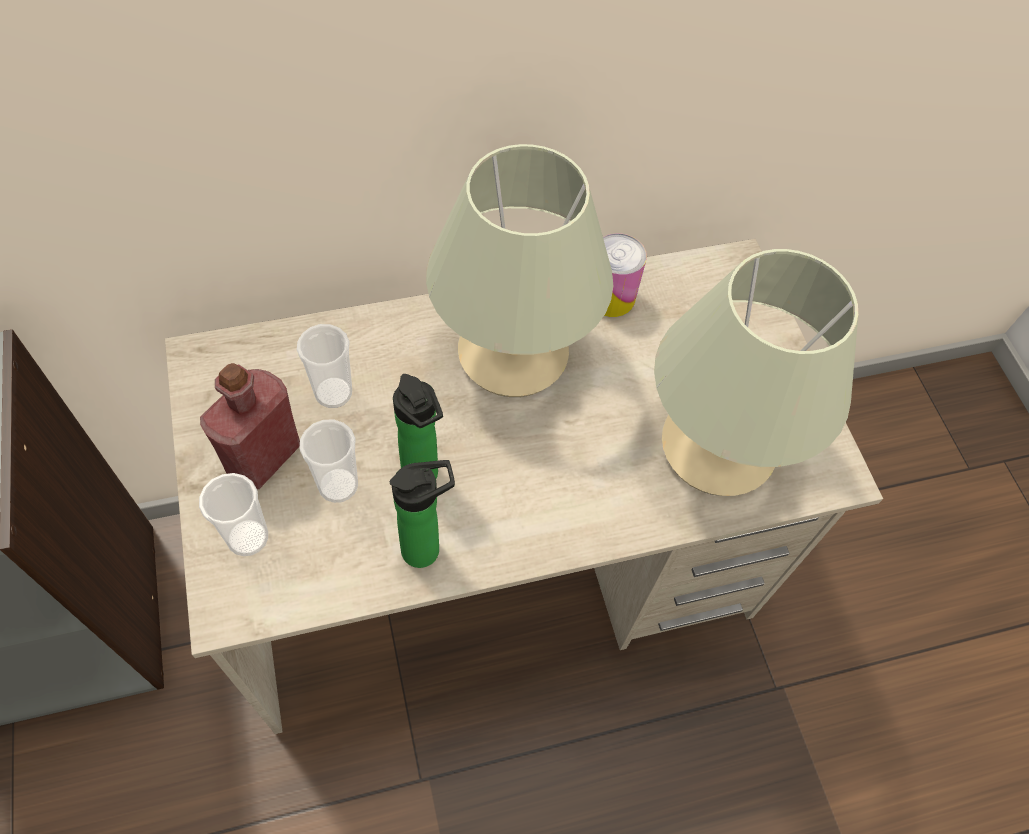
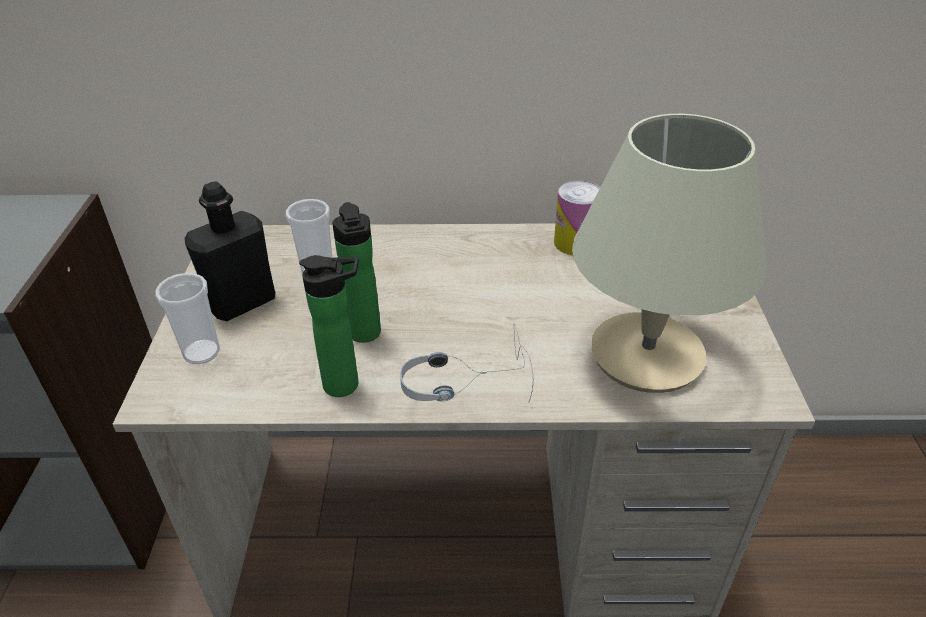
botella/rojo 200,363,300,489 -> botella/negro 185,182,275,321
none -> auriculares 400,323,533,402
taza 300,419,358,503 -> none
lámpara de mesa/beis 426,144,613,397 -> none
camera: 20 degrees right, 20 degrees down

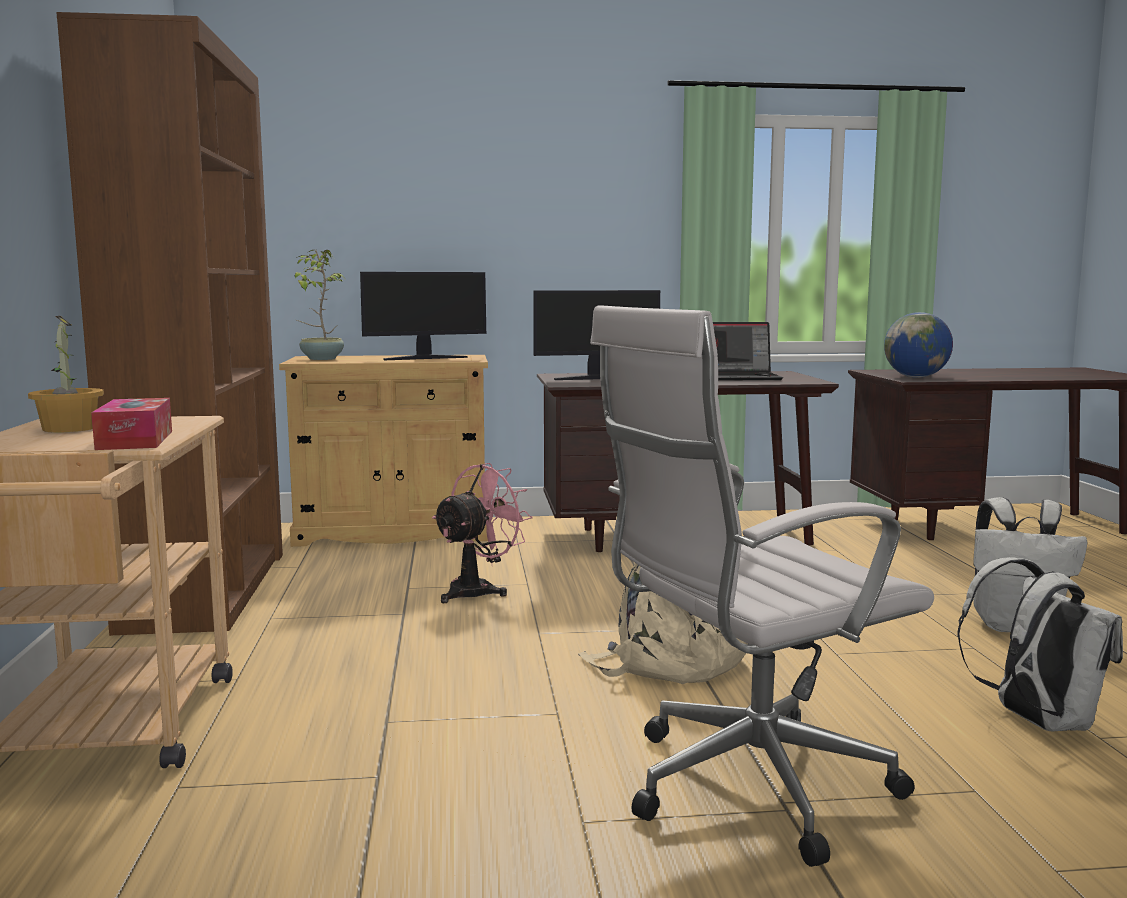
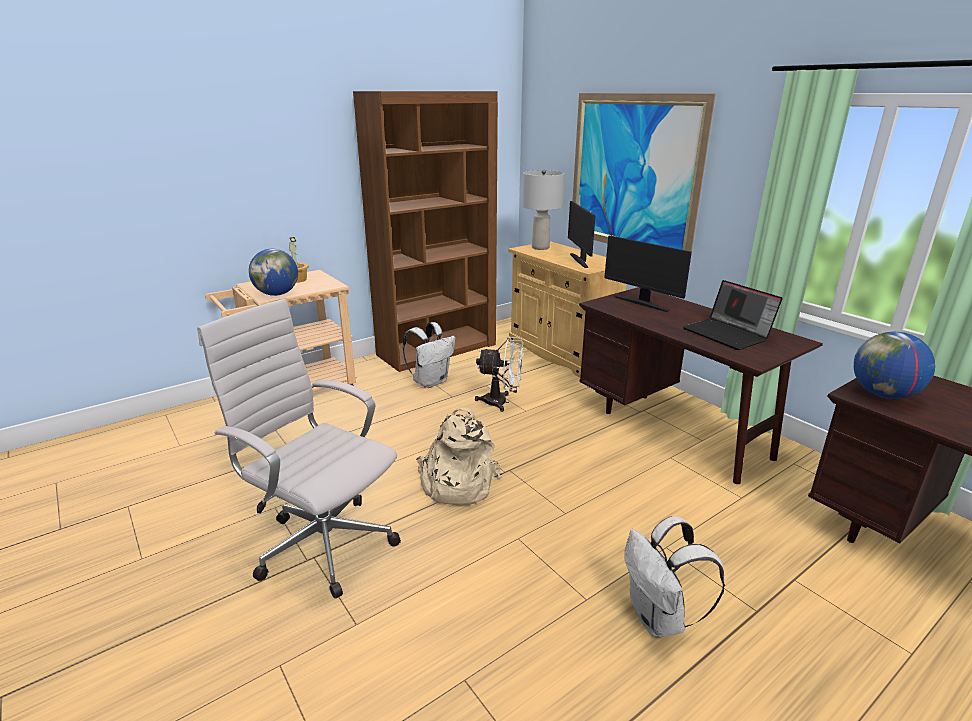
caja de pañuelos 91,398,172,450 -> globo terráqueo 249,249,298,296
mochila/blanco 957,557,1123,731 -> mochila/blanco 403,322,455,388, move
ventilador/rosa 432,463,533,603 -> ventilador/blanco 475,337,523,412
planta en maceta 295,250,344,360 -> lámpara de mesa/gris 522,169,564,250
monitor 360,272,486,360 -> monitor 568,201,596,268, 45 degrees clockwise
none -> cuadro 572,93,716,252
camera: 60 degrees right, 15 degrees up

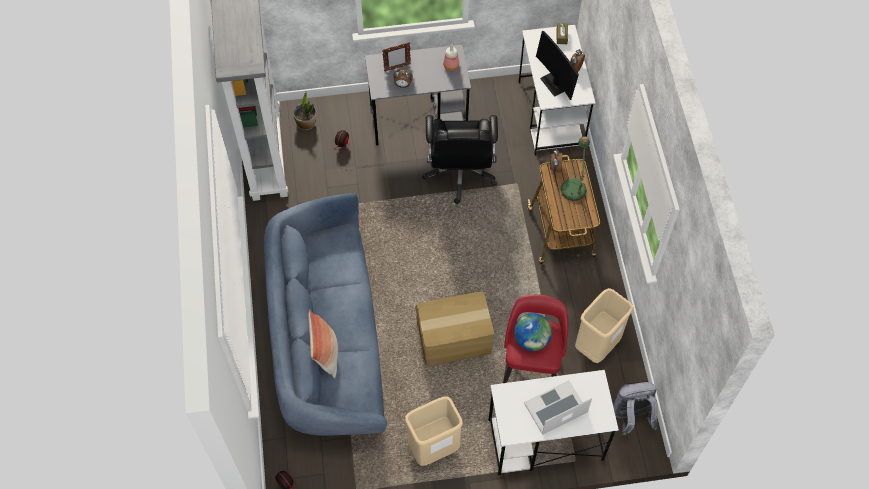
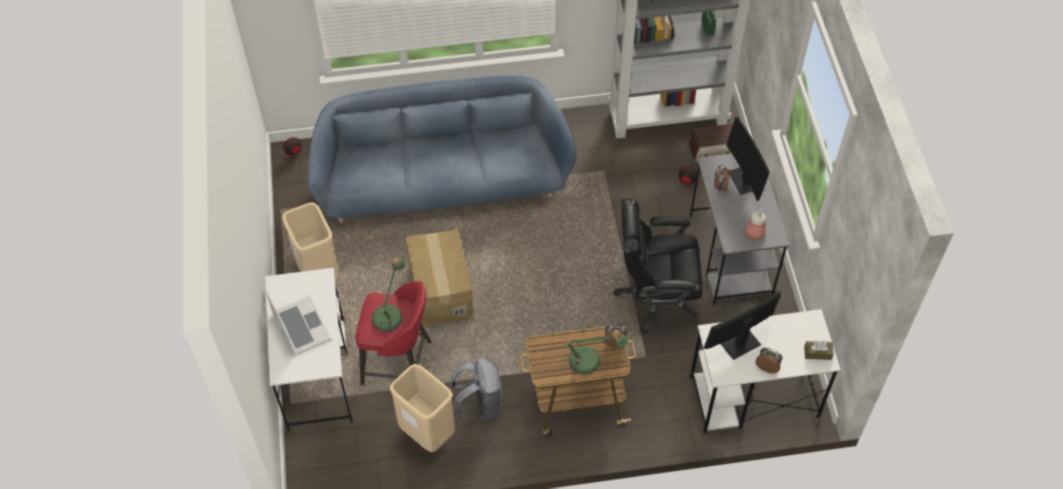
globo terráqueo 514,313,552,351 -> lámpara de mesa 372,257,405,332
mochila/gris 613,382,658,435 -> mochila/gris 451,358,502,420, move
planta en maceta 293,91,316,130 -> radio 689,124,733,162
portarretratos 382,42,411,72 -> monitor 726,117,770,201
cojín 308,309,338,378 -> none
camera: 90 degrees right, 5 degrees down

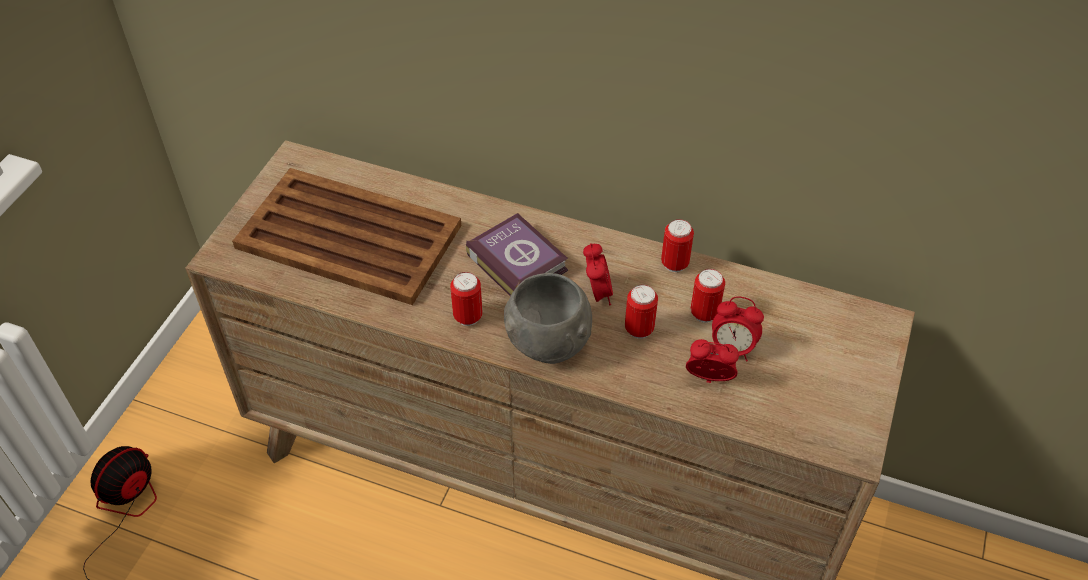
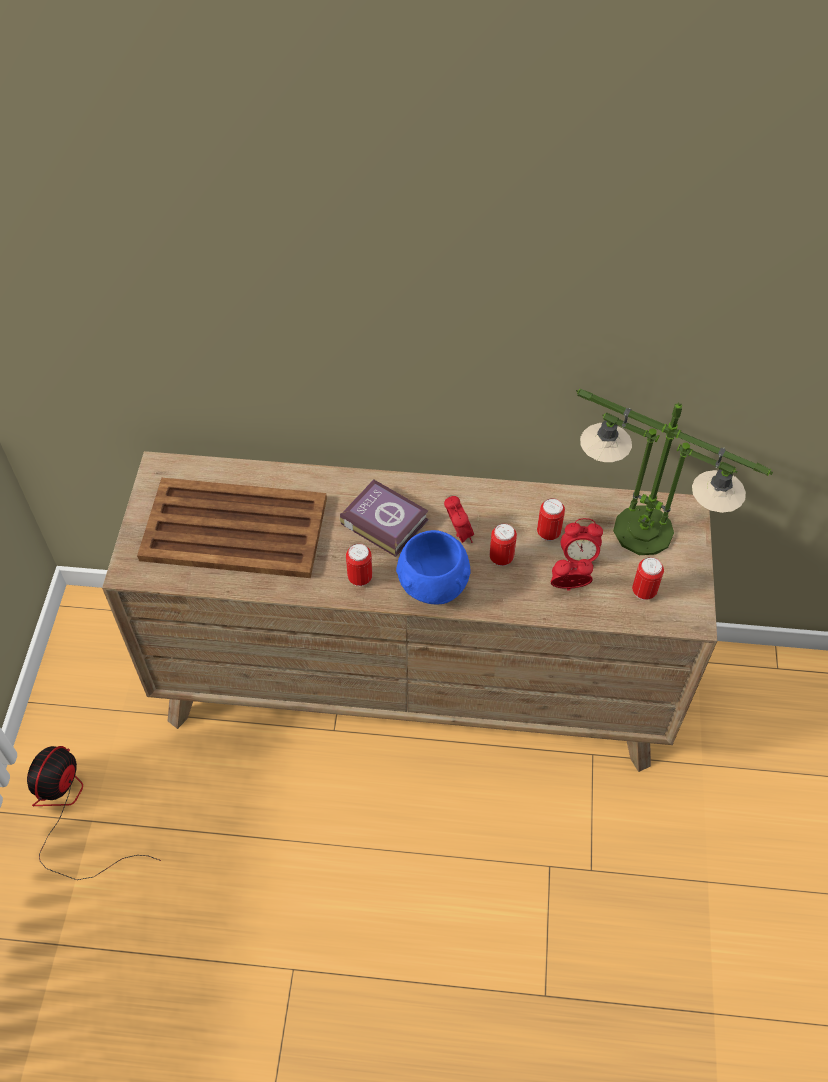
cuenco/gris 504,273,592,364 -> cuenco/azul 396,530,471,604
none -> lámpara de mesa 576,388,773,555
lata 661,219,694,272 -> lata 632,557,664,600, move
camera: 15 degrees left, 5 degrees up

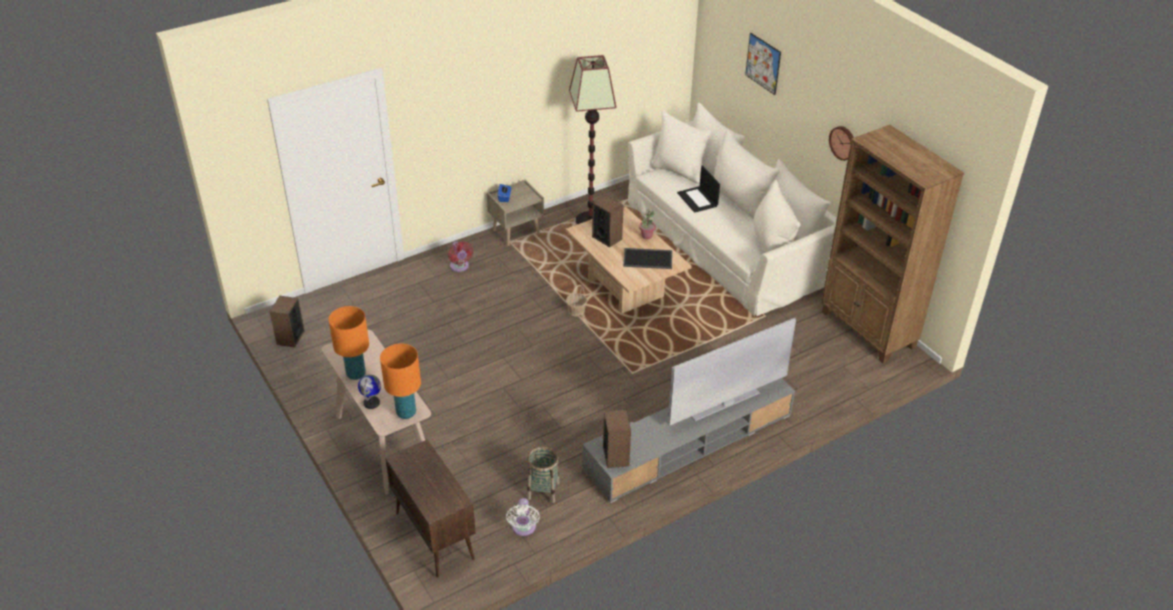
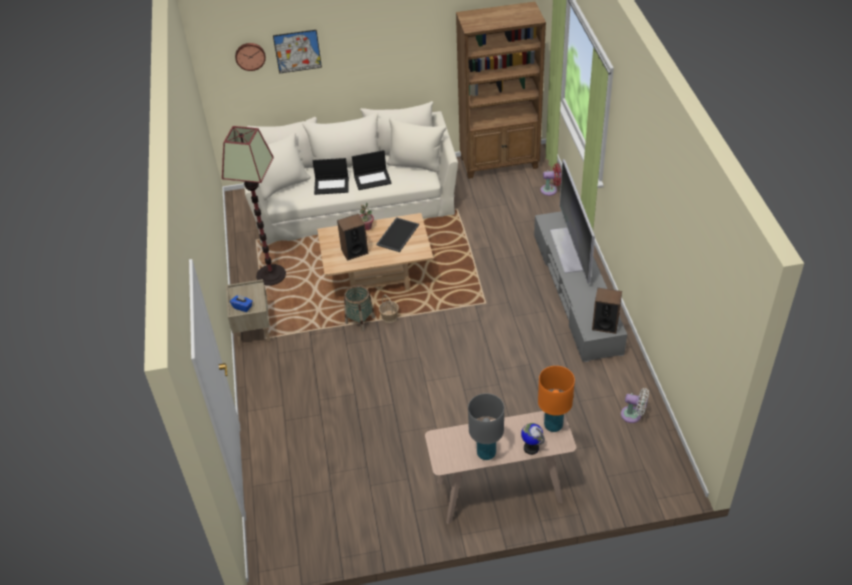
reloj de pared 829,126,854,161 -> reloj de pared 235,43,266,71, move
cesta 527,446,560,503 -> cesta 344,285,375,331, move
none -> portátil 352,150,392,190
lámpara de mesa/naranja 328,306,369,380 -> lámpara de mesa/gris 468,393,504,460
ventilador/rojo 448,241,473,272 -> ventilador/rojo 540,163,561,196, move
altavoz 269,296,304,347 -> none
armario/marrón 385,439,476,578 -> none
camera: 65 degrees left, 5 degrees up

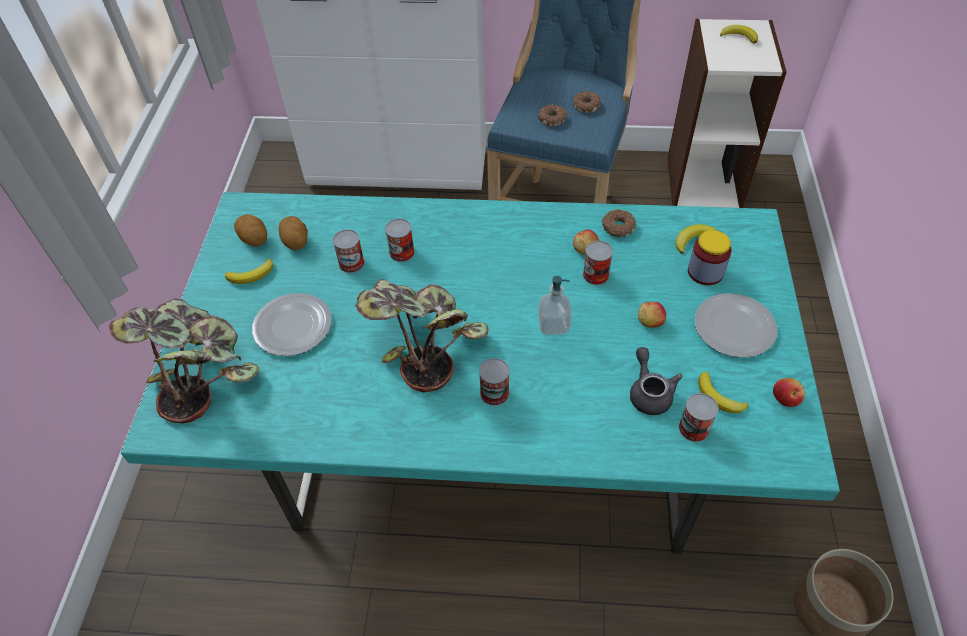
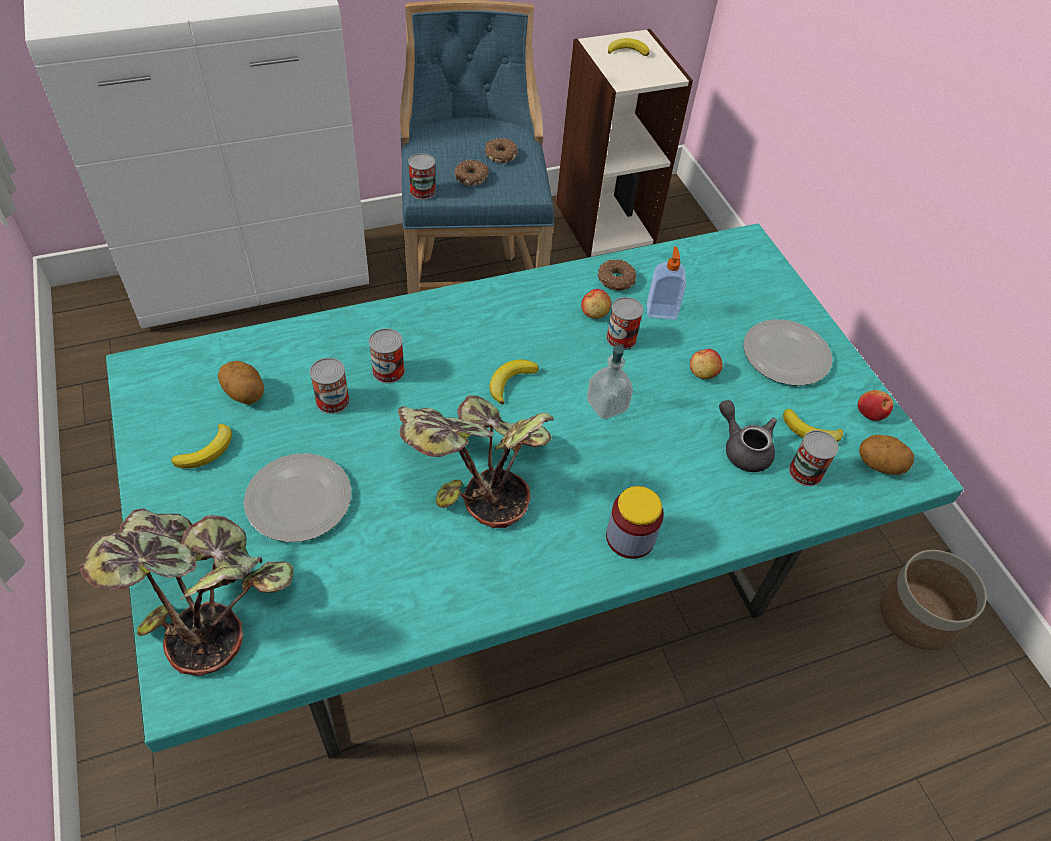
lata 479,358,509,406 -> lata 408,153,436,200, move
plátano 675,224,718,254 -> plátano 489,360,539,405, move
tarro 688,230,732,285 -> tarro 606,486,664,559, move
none -> dispensador de jabón 647,247,686,320
patata 234,214,267,247 -> patata 859,435,914,475, move
camera: 30 degrees left, 0 degrees up

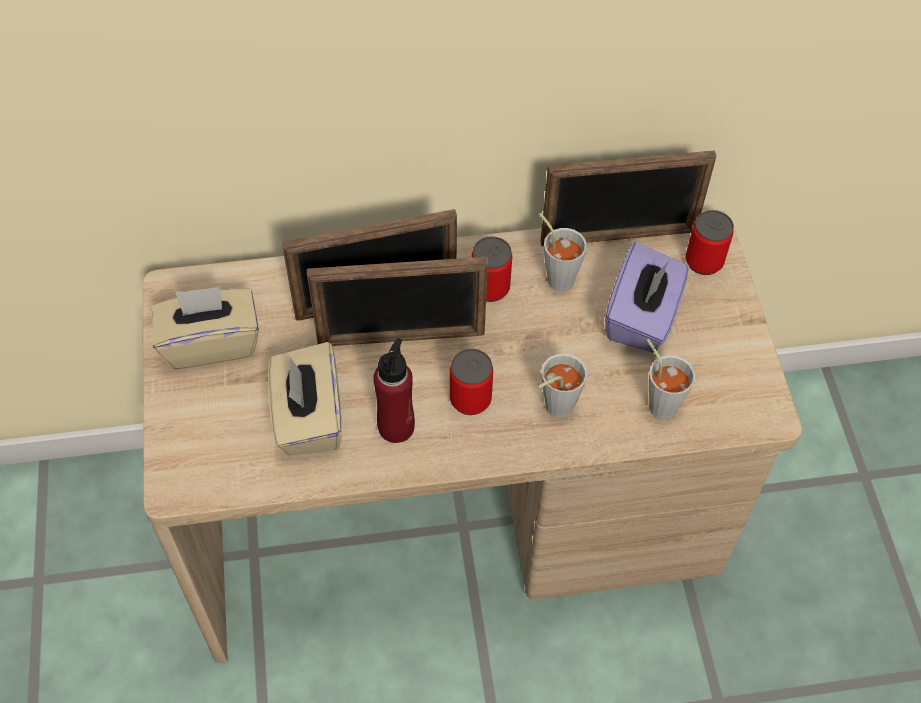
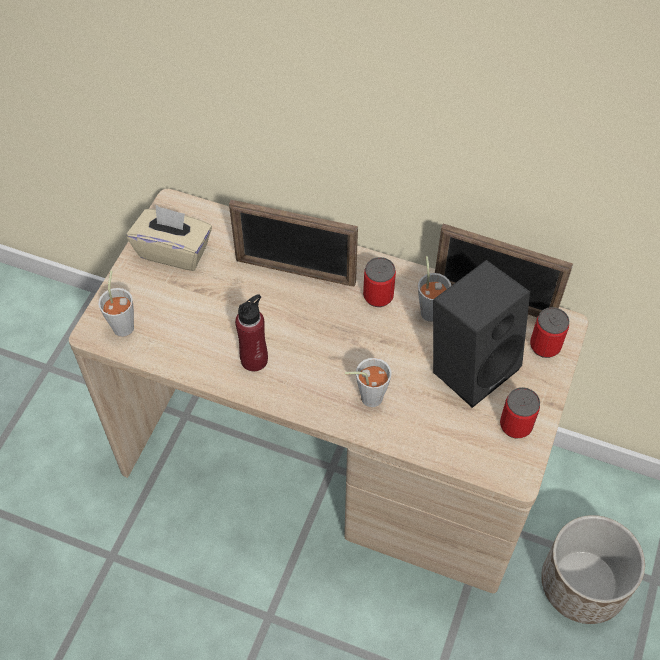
taza/gris 646,339,696,420 -> taza/gris 98,271,134,337, move
caja de pañuelos/morado 605,242,689,352 -> altavoz/negro 433,260,530,408
lata 450,349,493,415 -> lata 500,387,540,438, move
none -> maceta 541,515,645,624
caja de pañuelos/beis 268,342,342,455 -> none
portarretratos 307,257,488,346 -> none
camera: 30 degrees right, 0 degrees up

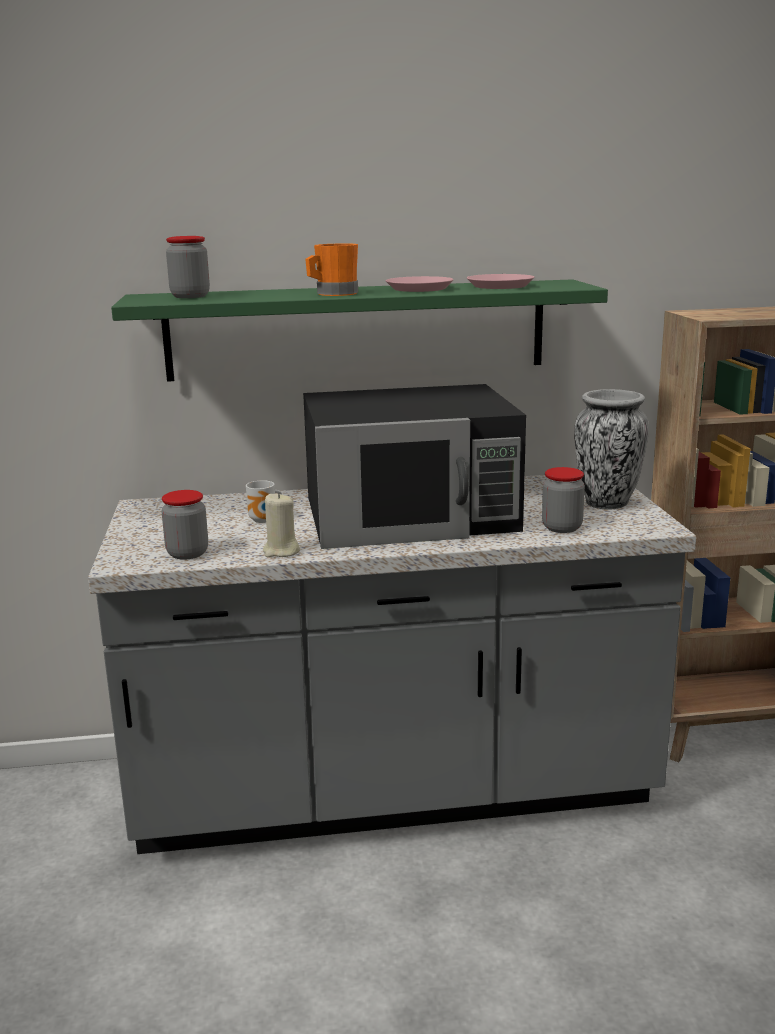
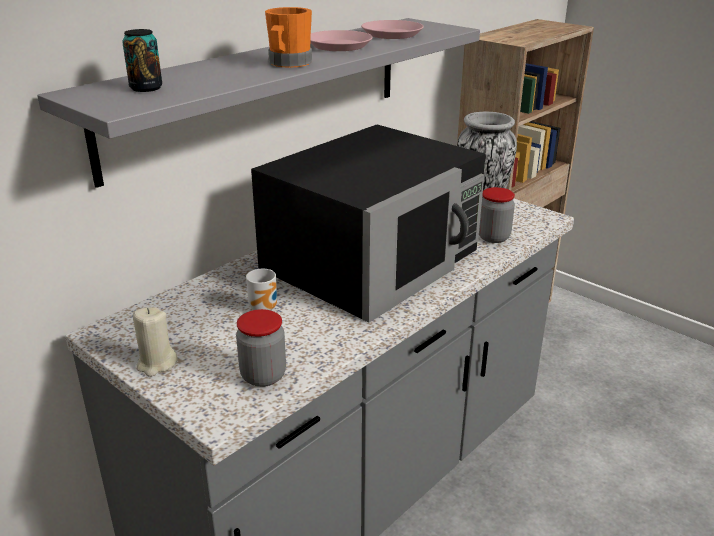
estante/verde 111,279,608,382 -> estante/gris 37,18,480,188
tarro 166,236,210,298 -> lata 122,29,162,92
vela/beis 263,492,300,557 -> vela/beis 133,307,178,377, move
camera: 40 degrees left, 10 degrees up

